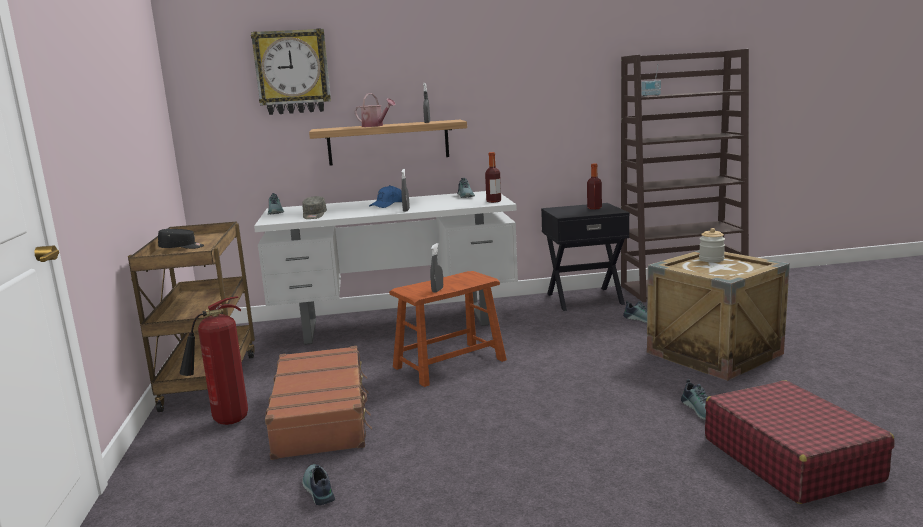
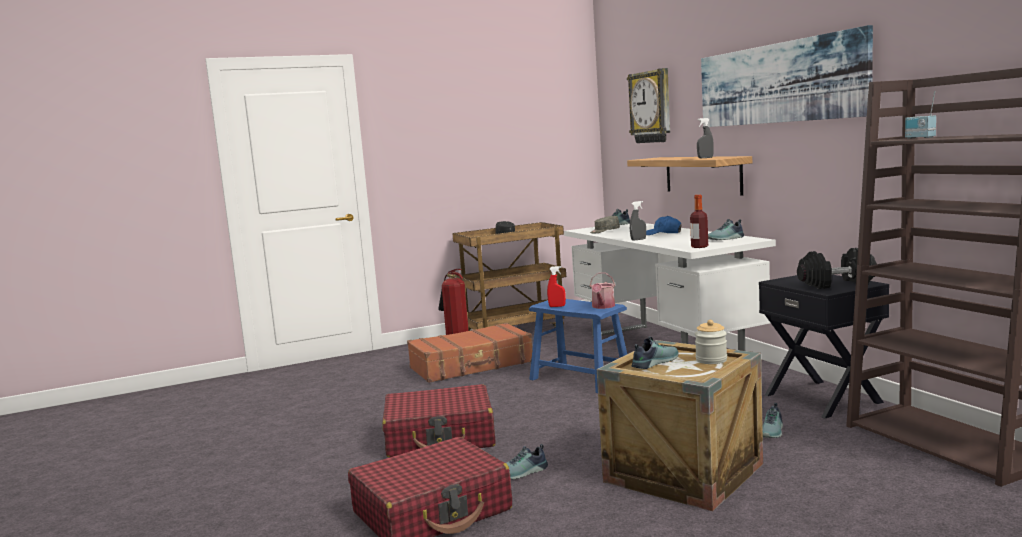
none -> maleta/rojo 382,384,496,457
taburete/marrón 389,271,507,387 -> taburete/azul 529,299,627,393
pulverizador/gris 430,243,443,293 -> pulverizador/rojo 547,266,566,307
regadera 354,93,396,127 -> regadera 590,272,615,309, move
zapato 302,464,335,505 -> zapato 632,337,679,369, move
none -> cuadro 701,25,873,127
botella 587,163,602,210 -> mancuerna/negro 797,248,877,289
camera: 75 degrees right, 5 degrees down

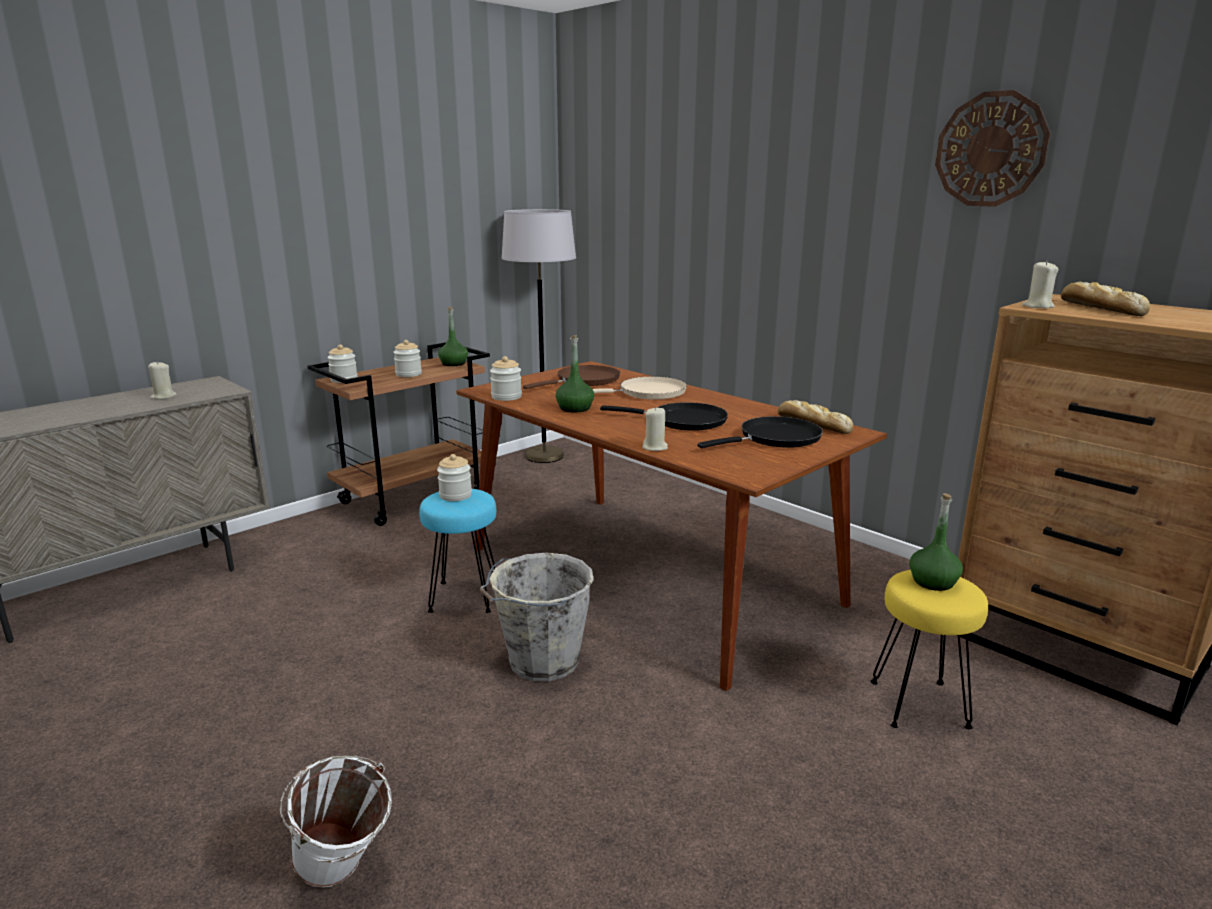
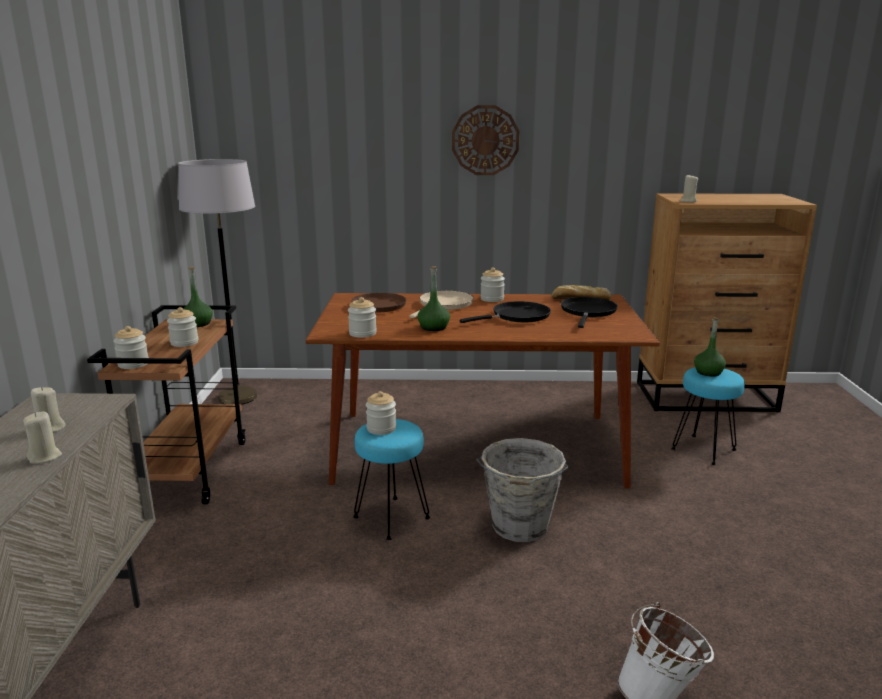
vela/beis 642,407,668,451 -> vela/beis 23,411,62,464, move
reloj de pared 935,90,1050,207 -> reloj de pared 452,105,520,175, move
none -> tarro 480,268,505,302
taburete/amarillo 871,570,988,729 -> taburete/turquesa 671,367,745,465
pan 1061,282,1150,316 -> none
camera: 45 degrees left, 0 degrees up

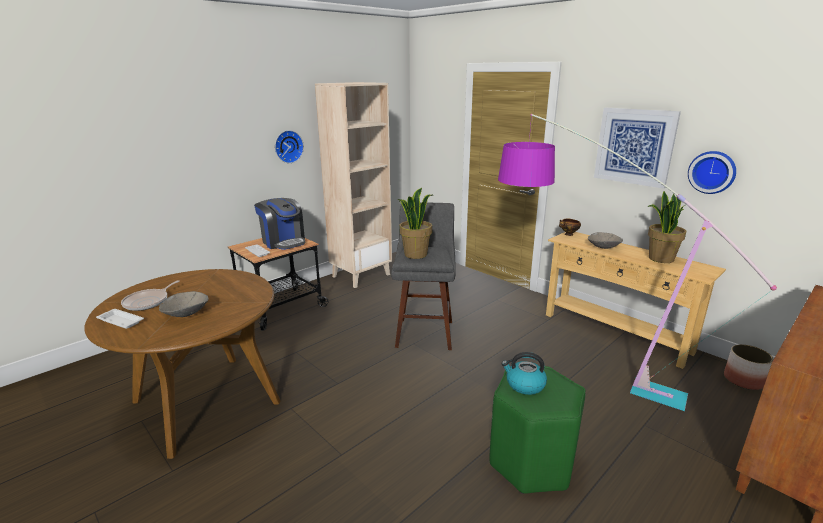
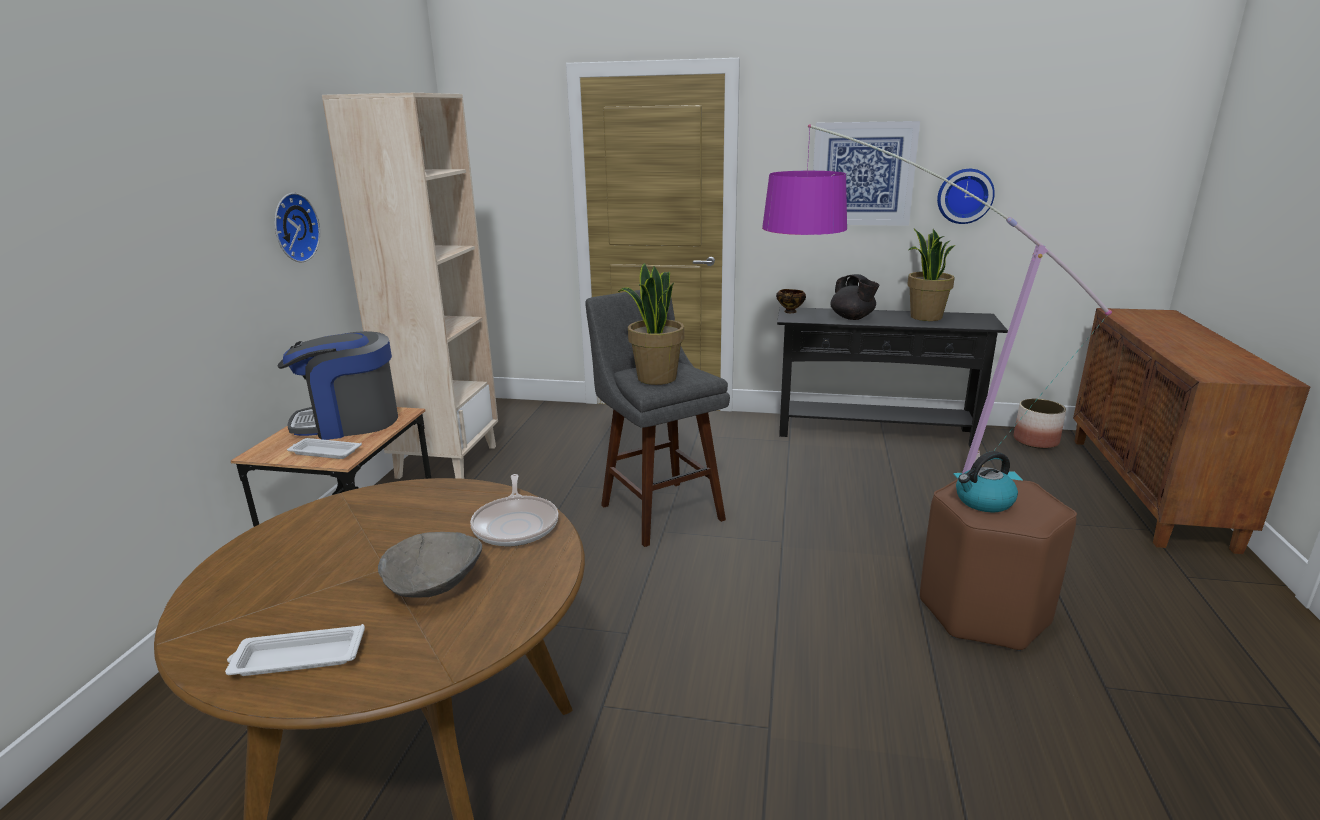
cafetera 254,198,305,250 -> cafetera 277,331,398,440, 150 degrees clockwise
sartén 121,280,179,311 -> sartén 470,474,558,547, move
mesa consola/beis 546,232,726,369 -> mesa consola/negro 777,307,1008,447
cuenco/gris 588,232,623,249 -> tetera/negro 830,274,880,320
taburete/verde 490,366,586,494 -> taburete/marrón 920,479,1077,651
camera: 35 degrees left, 0 degrees up

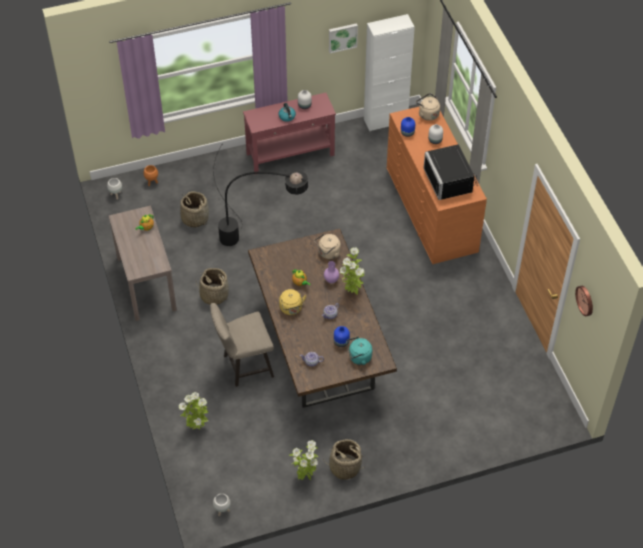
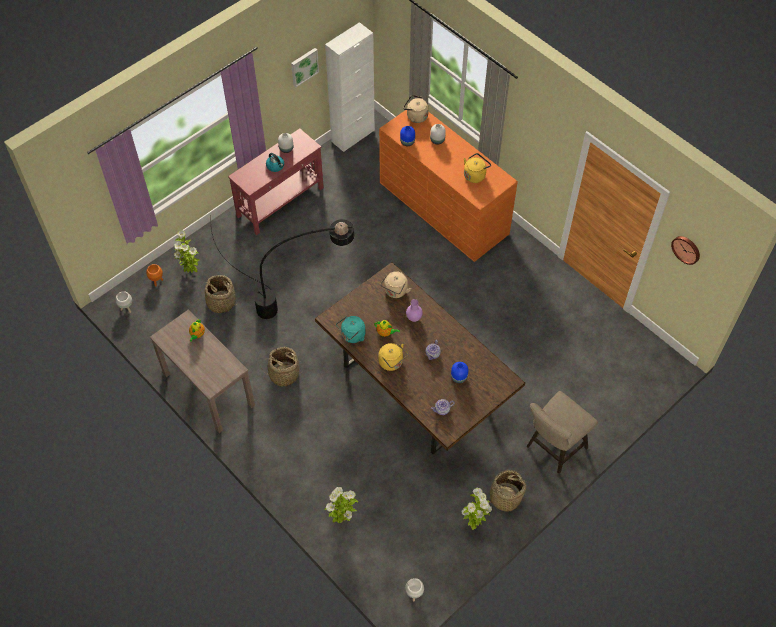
planta en maceta 340,247,365,295 -> planta en maceta 174,230,199,273, move
hervidor/turquesa 346,337,373,365 -> hervidor/turquesa 336,316,365,343, move
microondas/negro 424,144,478,200 -> hervidor/amarillo 464,153,491,183
taburete/beis 210,303,274,387 -> taburete/beis 527,391,598,474, move
camera: 25 degrees left, 5 degrees up

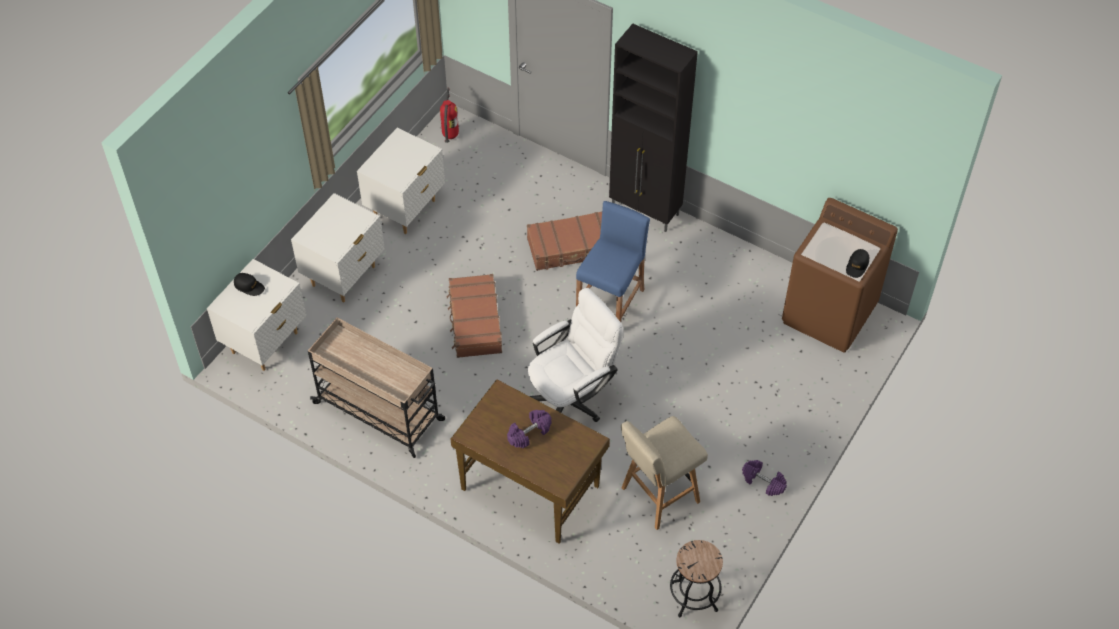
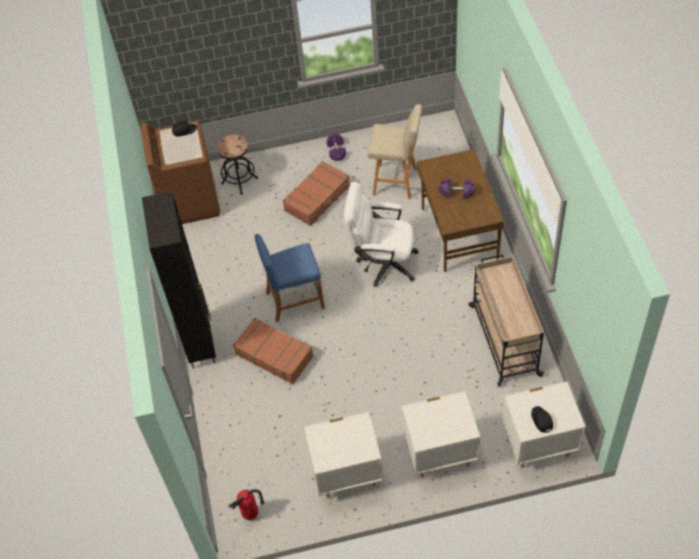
taburete/negro 670,540,723,617 -> taburete/negro 217,135,258,195, move
maleta/marrón 447,274,502,358 -> maleta/marrón 282,161,350,226, move
camera: 130 degrees left, 0 degrees up

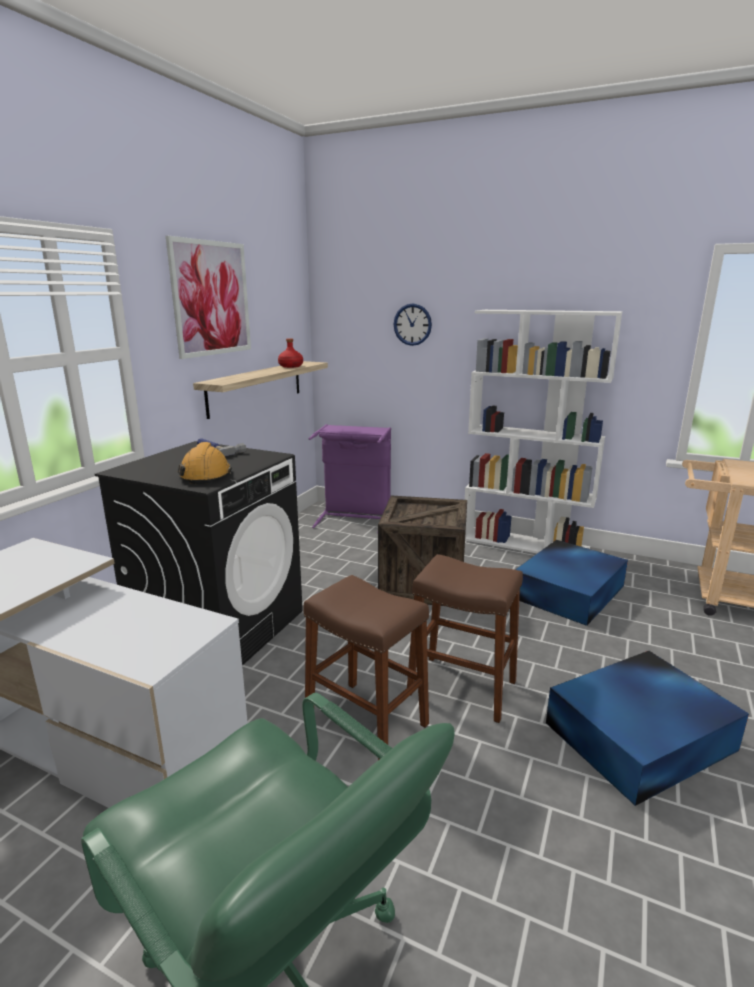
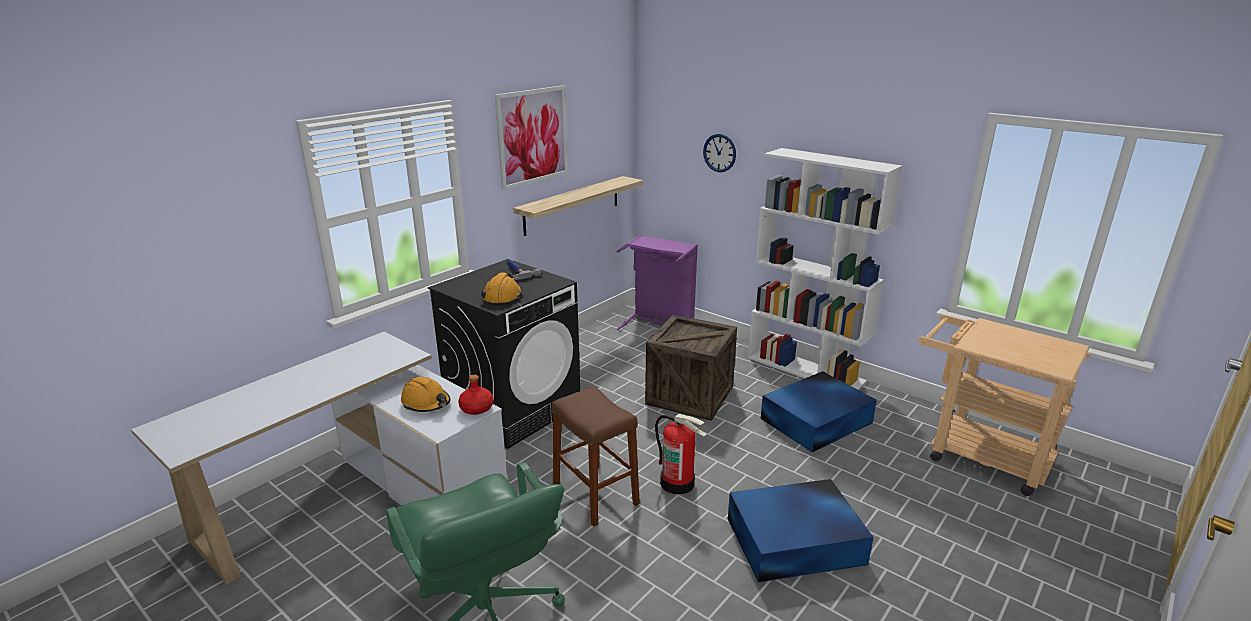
none -> casco/naranja 401,377,451,412
botella/rojo 278,338,303,368 -> botella/rojo 458,375,494,415, move
taburete/marrón 407,554,523,723 -> extintor 655,414,707,495
camera: 15 degrees right, 5 degrees up

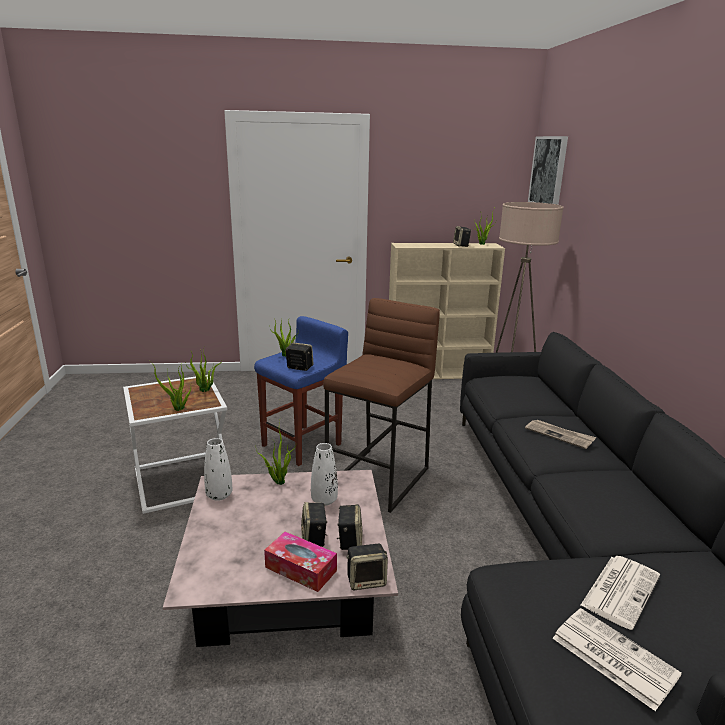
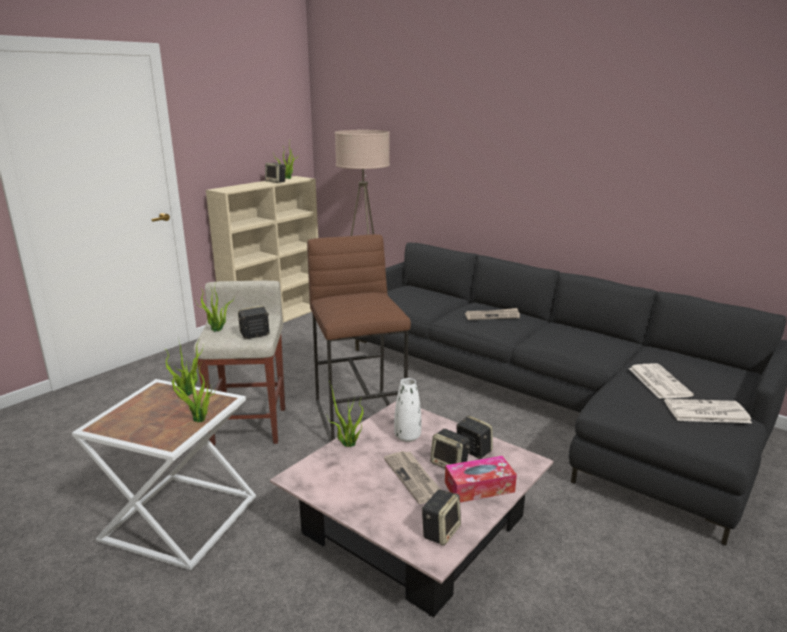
taburete/azul 254,316,348,466 -> taburete/beis 194,281,285,446
none -> periódico 384,451,441,504
altavoz 346,544,388,590 -> altavoz 422,489,461,546, move
florero/blanco 204,438,232,501 -> none
cuadro 528,136,568,205 -> none
camera: 45 degrees left, 0 degrees up

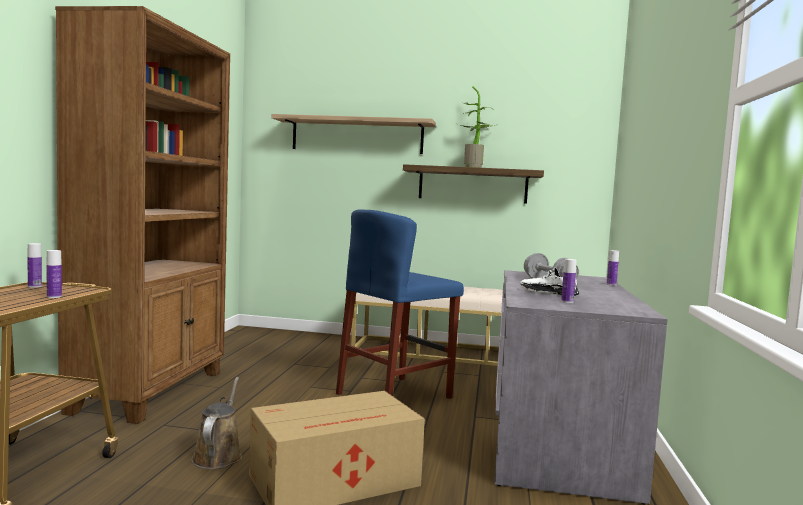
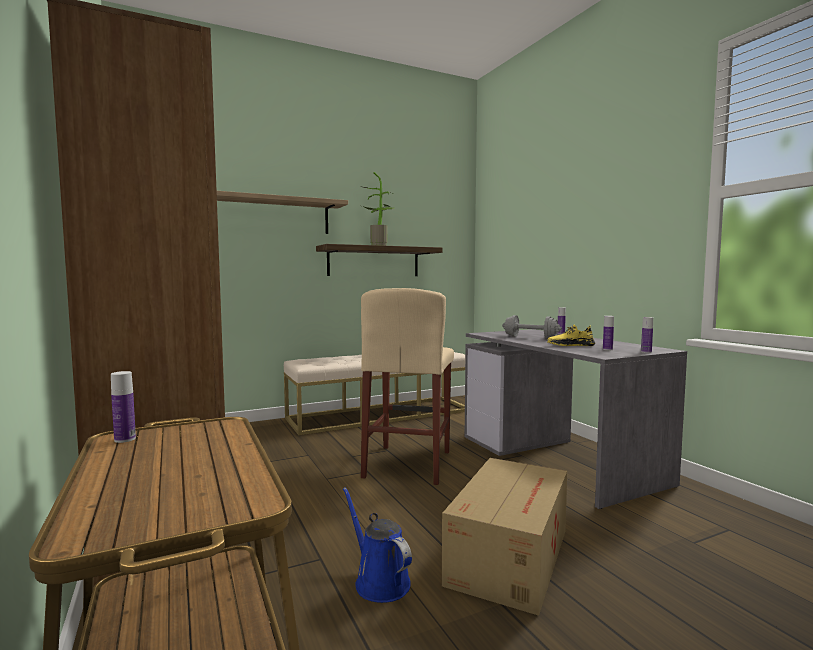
regadera/marrón 191,377,242,469 -> regadera/azul 343,487,412,603
taburete/azul 336,209,464,399 -> taburete/beis 361,288,454,485
zapato/blanco 520,268,579,296 -> zapato/amarillo 547,324,595,346
botella 46,250,62,298 -> botella 641,317,653,353, move
camera: 35 degrees left, 0 degrees up

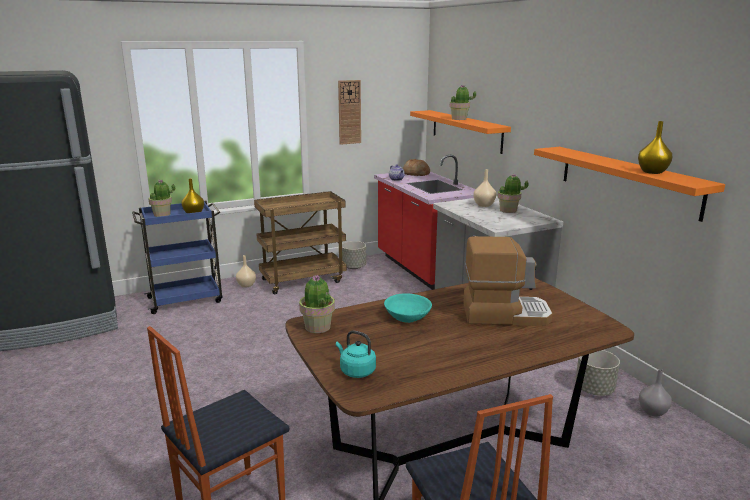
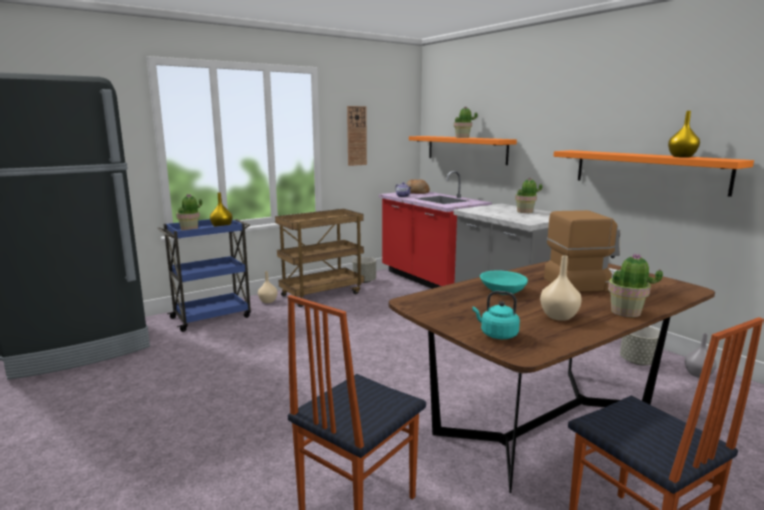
florero/beis 473,169,496,207 -> florero/beis 540,255,582,321, move
planta en maceta 299,275,335,333 -> planta en maceta 608,253,663,317, move
camera: 10 degrees left, 5 degrees down

